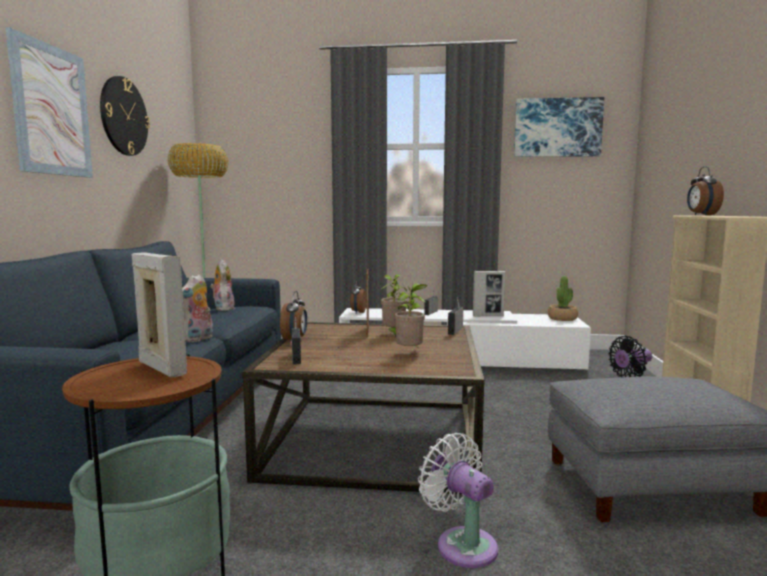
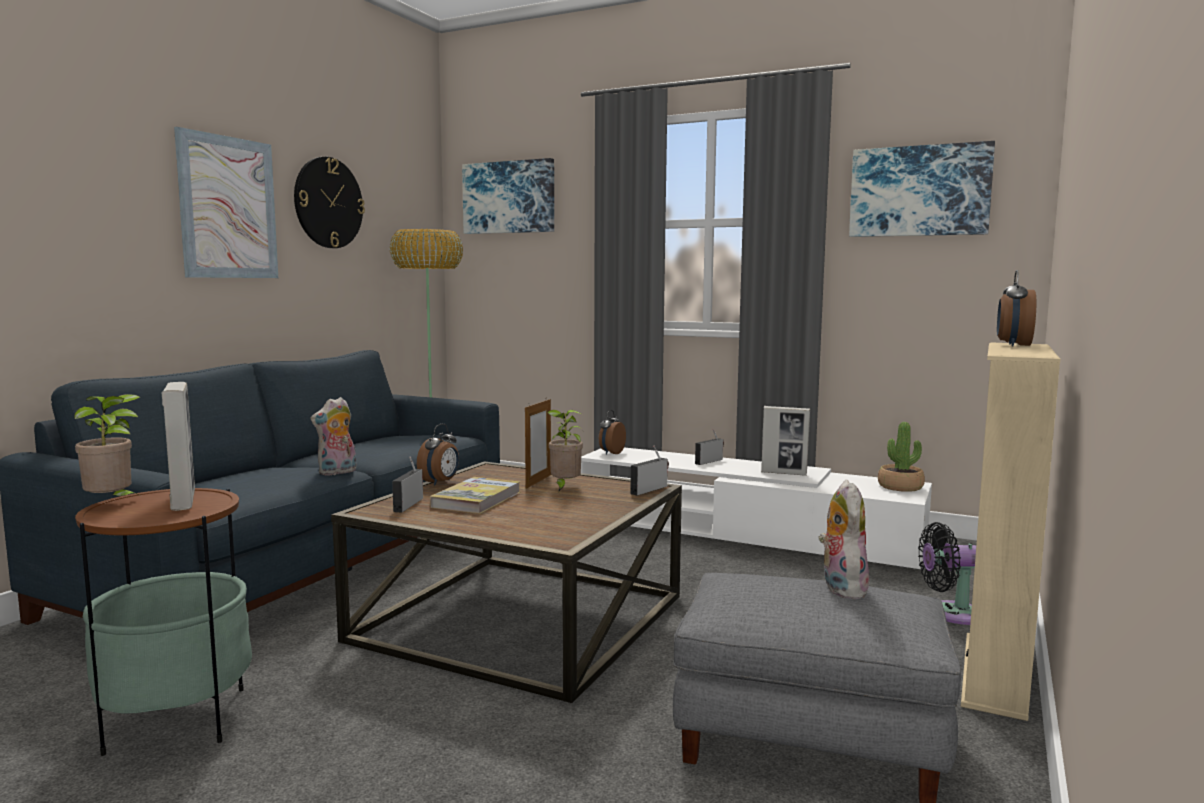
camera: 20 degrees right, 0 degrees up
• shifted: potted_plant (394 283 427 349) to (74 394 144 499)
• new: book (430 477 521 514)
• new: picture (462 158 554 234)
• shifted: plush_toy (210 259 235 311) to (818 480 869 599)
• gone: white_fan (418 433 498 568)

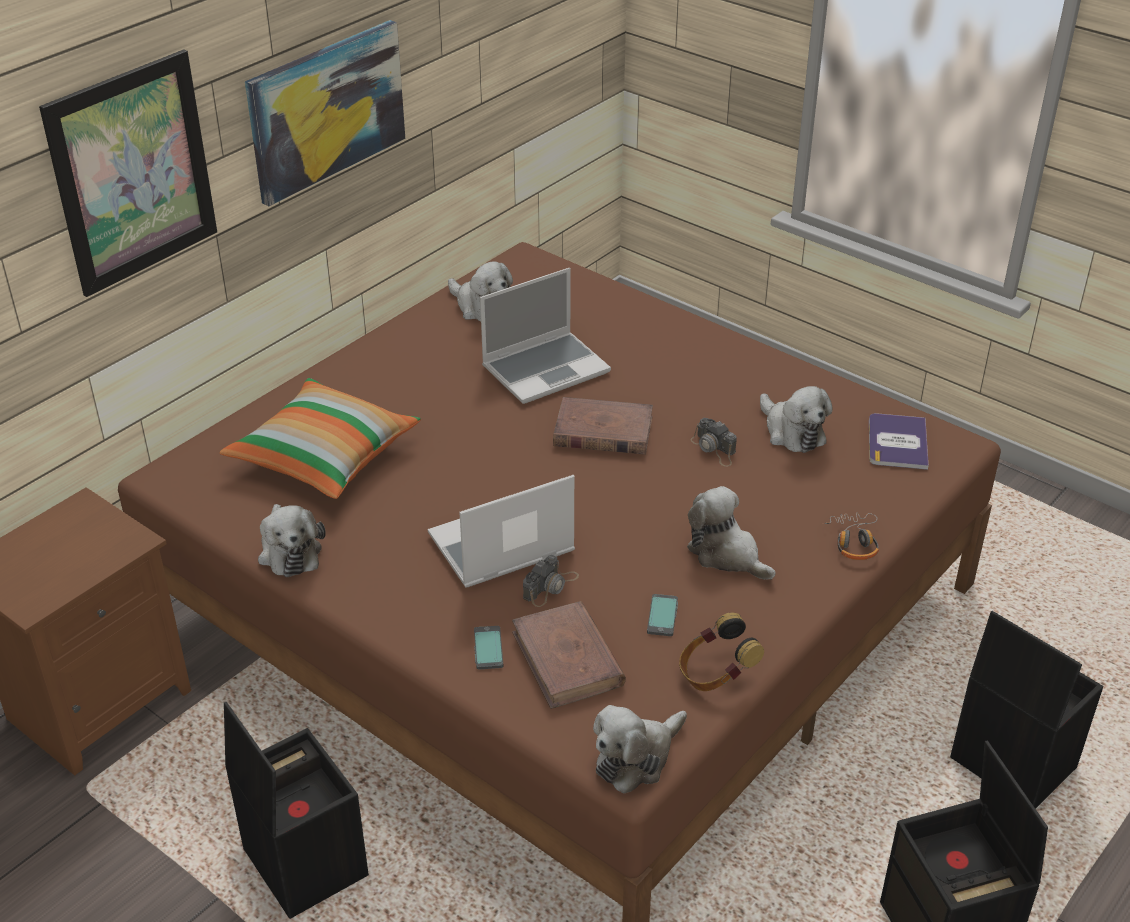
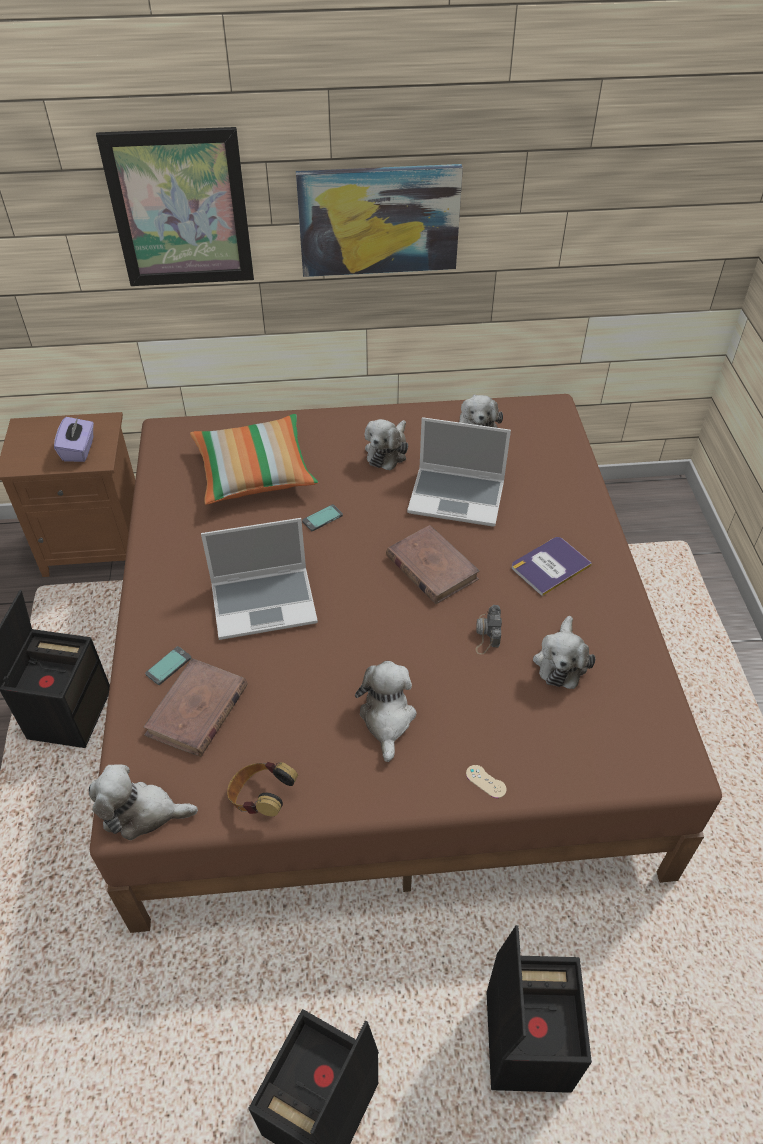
camera: 45 degrees right, 10 degrees up
• new: purple_tissue_box (54 417 94 462)
• rotated: laptop (428 475 575 588) = (201 518 318 640) 150 degrees clockwise
• shifted: phone (647 594 678 636) to (302 504 343 531)
• shifted: plush_toy (258 504 326 577) to (365 419 408 471)
• swapped: headphones (822 513 879 560) to beige_game_controller (466 765 507 798)
• shifted: book (869 413 929 470) to (512 537 592 596)
• gone: photo_camera (523 555 579 607)

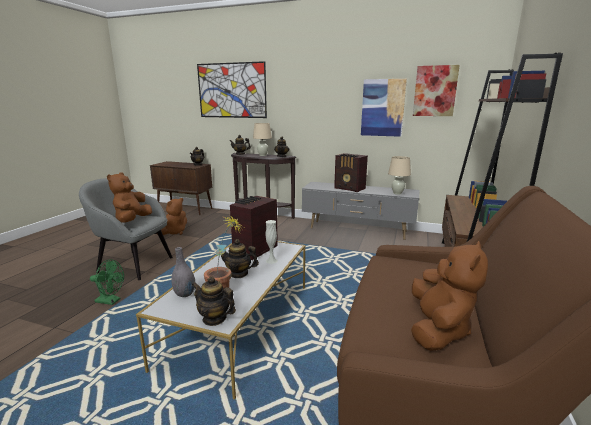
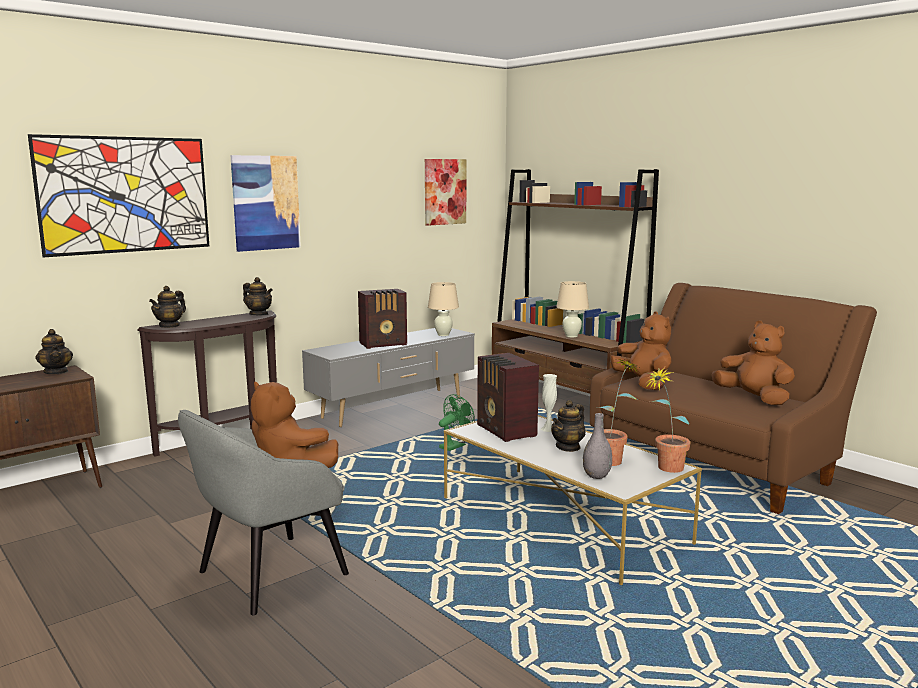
camera: 60 degrees left, 5 degrees down
• shifted: picture (361 79 407 137) to (230 155 301 252)
• shifted: green_fan (90 259 124 305) to (439 394 475 451)
• shifted: beige_table_lamp (253 123 272 156) to (556 281 589 338)
• shifted: brown_plush_toy (157 198 187 235) to (610 312 672 390)
• swapped: teapot (192 276 236 326) to potted_plant (646 367 690 473)

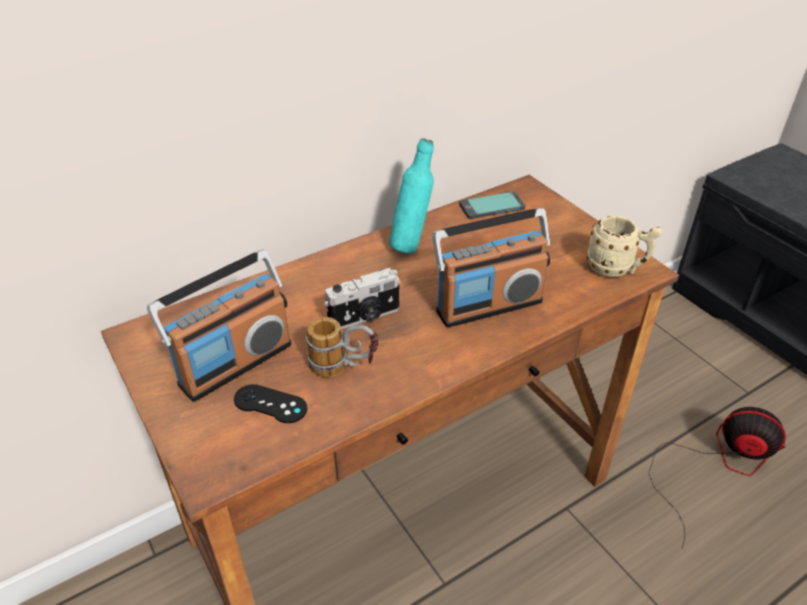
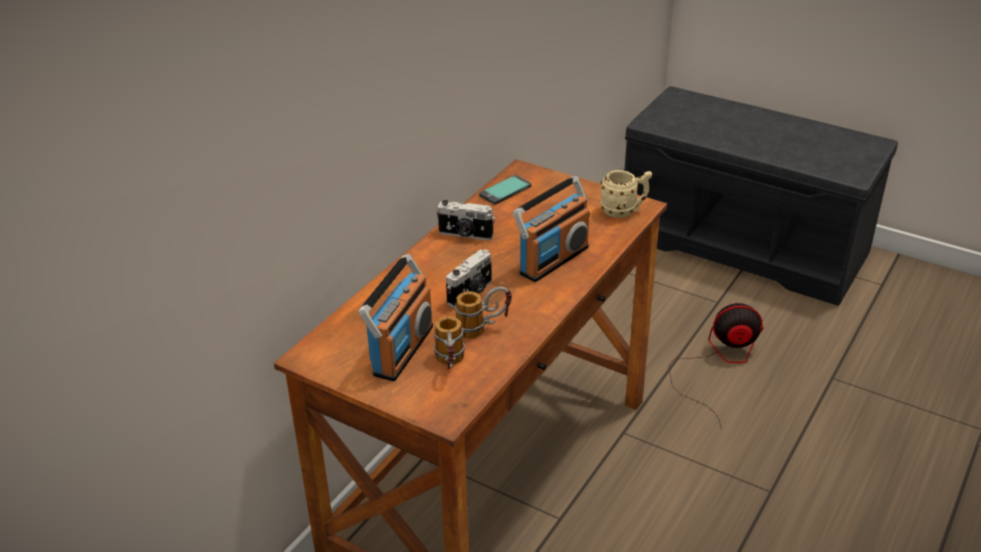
camera: 25 degrees left, 5 degrees down
• swapped: black_game_controller (234 384 307 423) to mug (434 316 465 369)
• swapped: turquoise_bottle (389 138 434 254) to photo_camera (437 200 495 240)

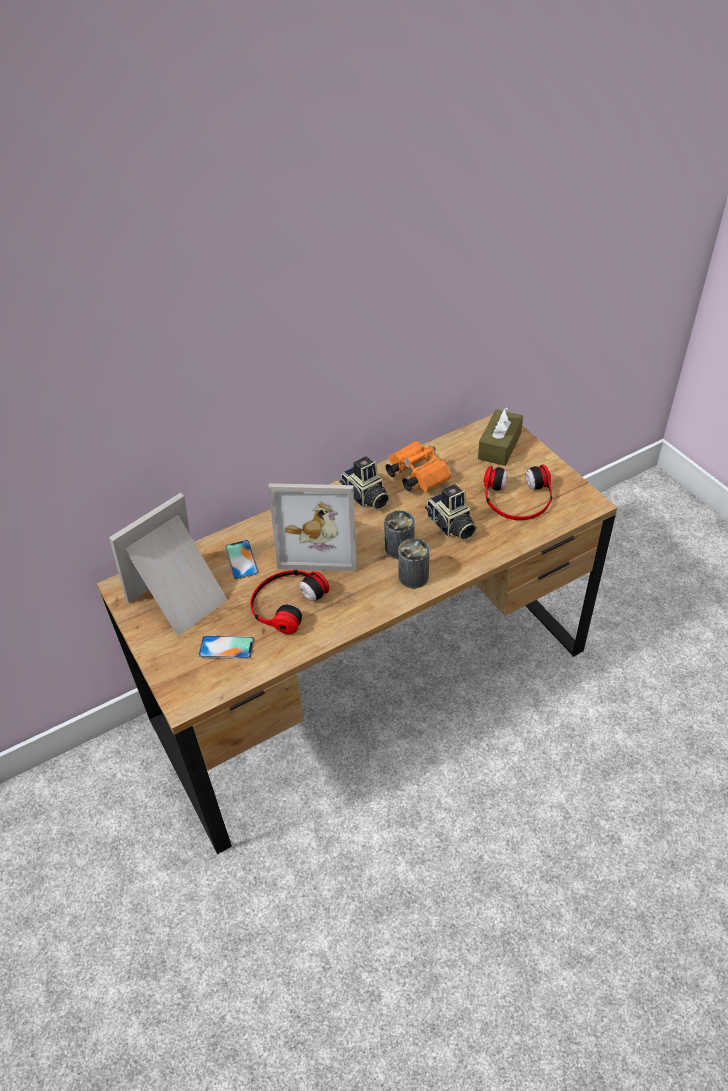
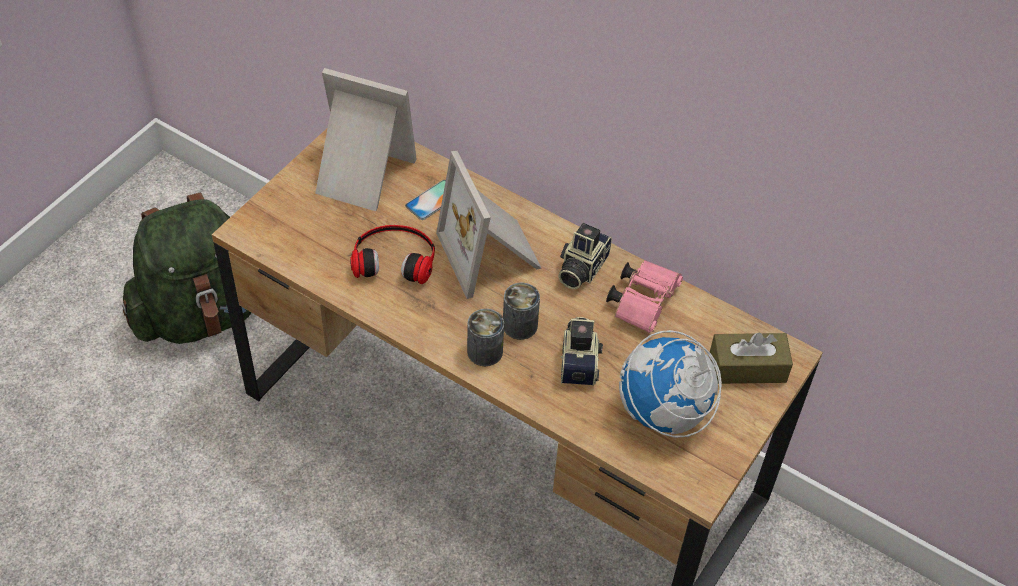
camera: 60 degrees right, 5 degrees up
• new: green_backpack (122 193 251 344)
• rotated: photo_camera (425 484 477 541) = (561 317 603 386) 150 degrees clockwise
• repainted: orange_binoculars (386 440 452 492) to pink_binoculars (606 260 683 333)
• swapped: headphones (484 464 552 520) to globe (619 330 722 438)
• gone: phone (199 636 254 659)

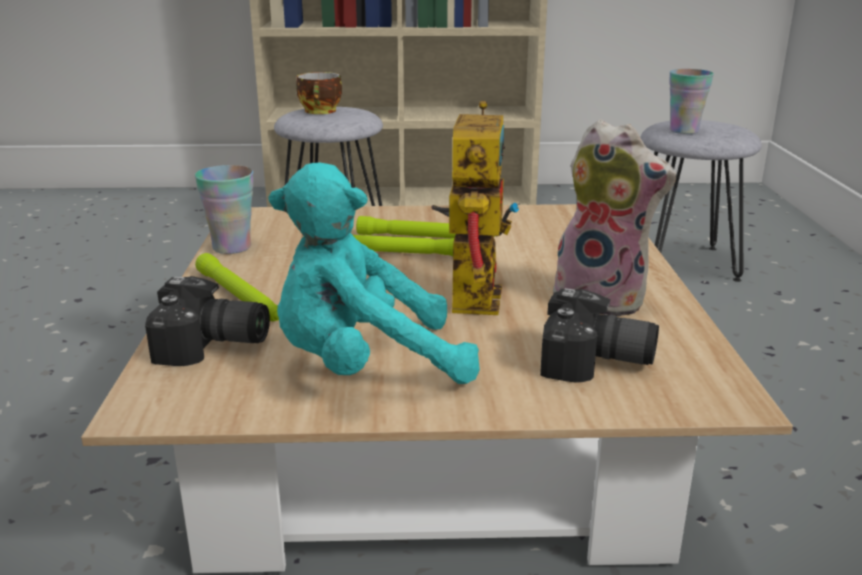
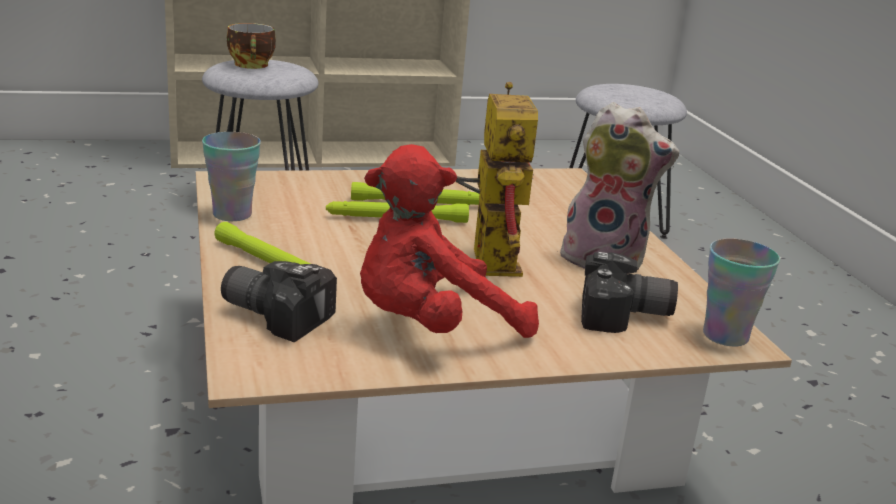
camera: 15 degrees left, 0 degrees up
• rotated: photo_camera (145 276 270 366) = (221 261 337 342) 150 degrees counterclockwise
• repainted: turquoise_plush_toy (269 162 480 384) to red_plush_toy (360 144 539 338)
• shifted: cup (669 69 714 134) to (703 239 780 347)

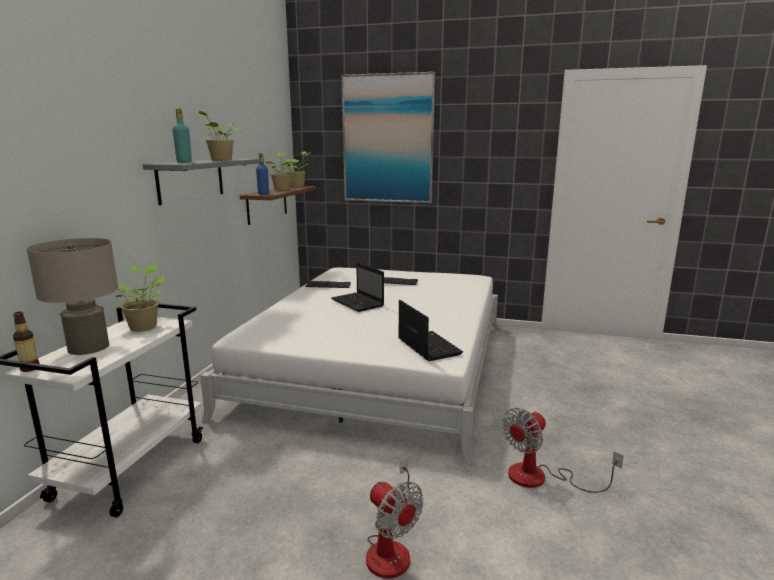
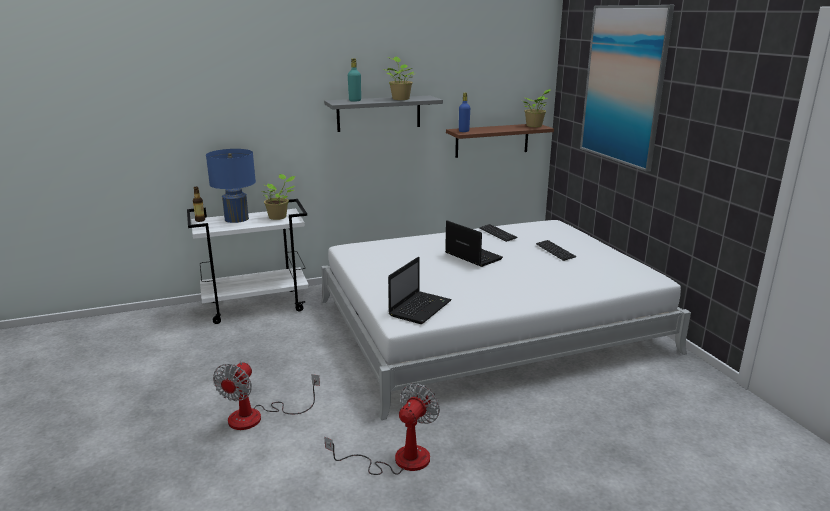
camera: 55 degrees right, 5 degrees up
• repainted: beige_table_lamp (26 238 118 355) to blue_table_lamp (206 149 256 223)
• rotated: fan (502 408 623 493) = (324 383 440 475) 105 degrees clockwise
• rotated: laptop (331 262 384 312) = (445 220 503 267) 120 degrees clockwise
• gone: potted_plant (264 152 294 190)

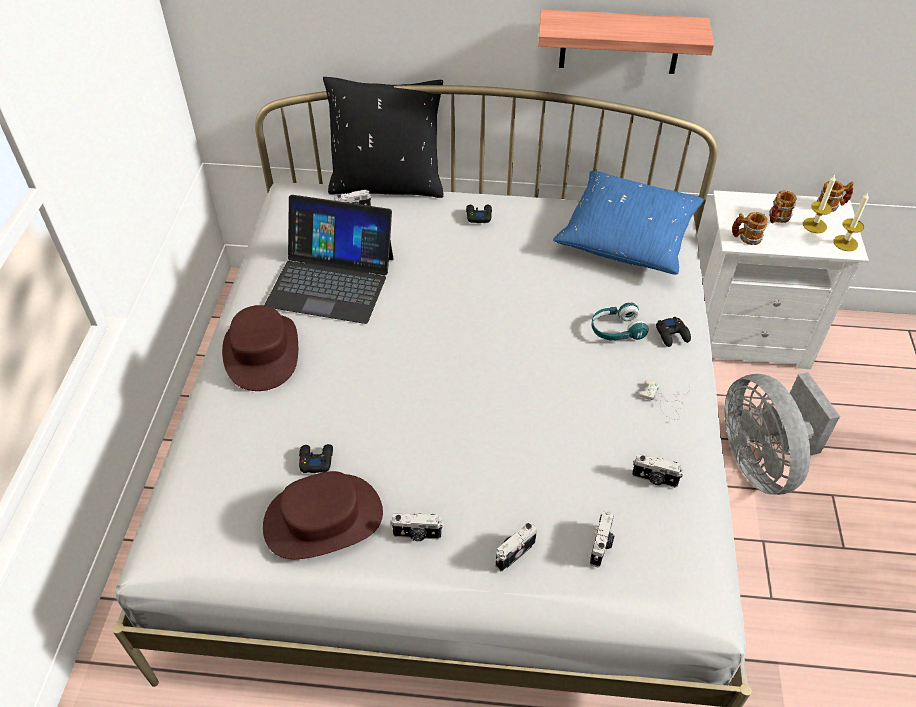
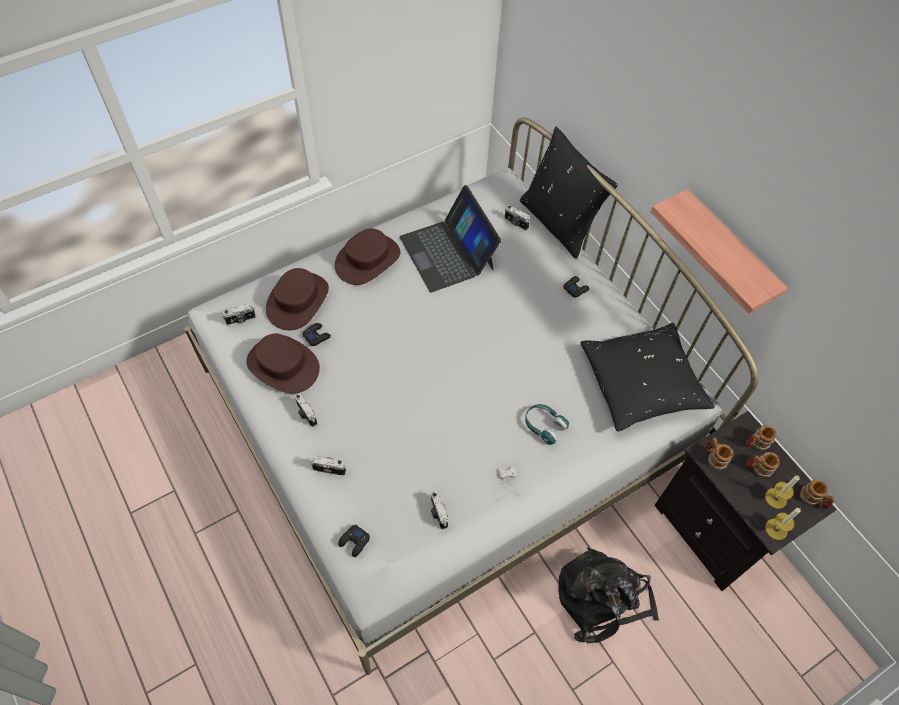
camera: 50 degrees right, 10 degrees up
• shifted: photo_camera (590 510 614 567) to (222 303 256 325)
• new: brown_hat (266 268 329 330)
• shifted: black_game_controller (656 317 691 347) to (338 525 370 557)
• swapped: grey_fan (724 372 840 495) to black_backpack (558 547 659 643)
• repainted: blue_pillow (553 171 704 275) to black_pillow (580 323 715 432)
• repainted: white_nightstand (703 190 869 369) to black_nightstand (655 411 837 591)
• new: mug (746 425 777 451)

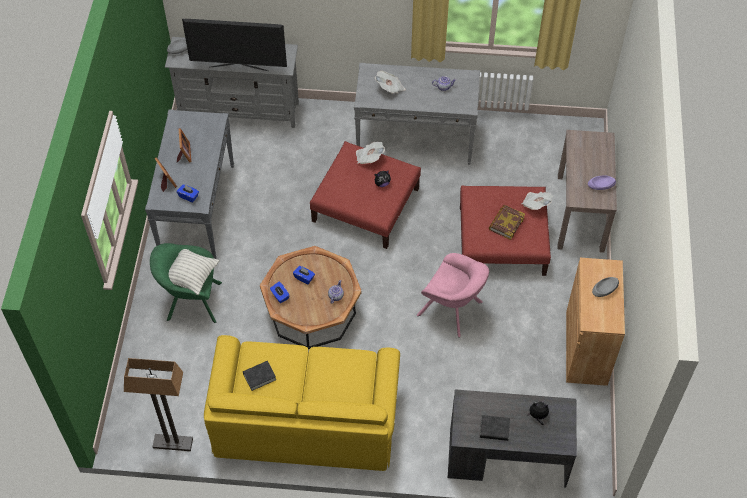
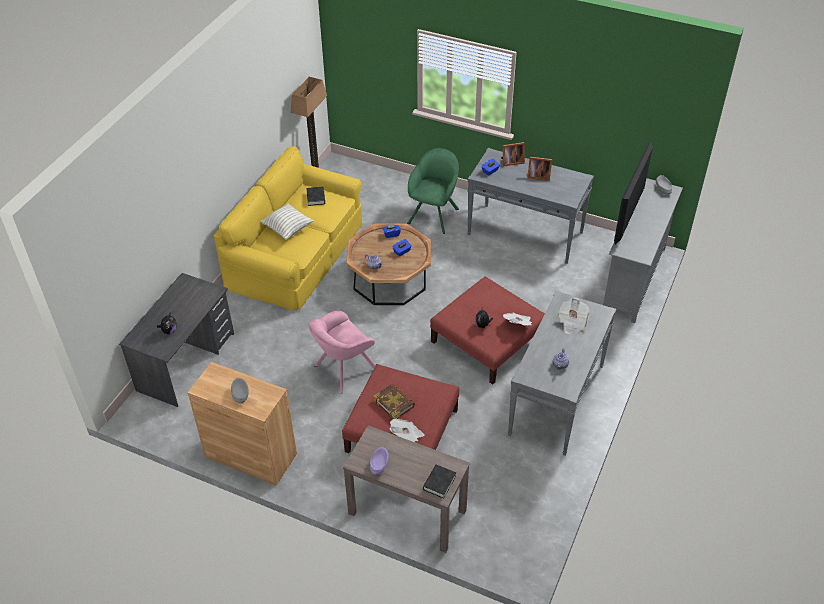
camera: 110 degrees right, 10 degrees down
• shifted: pillow (169 249 219 295) to (261 203 314 240)
• shifted: black_book (480 415 510 441) to (423 465 456 499)

